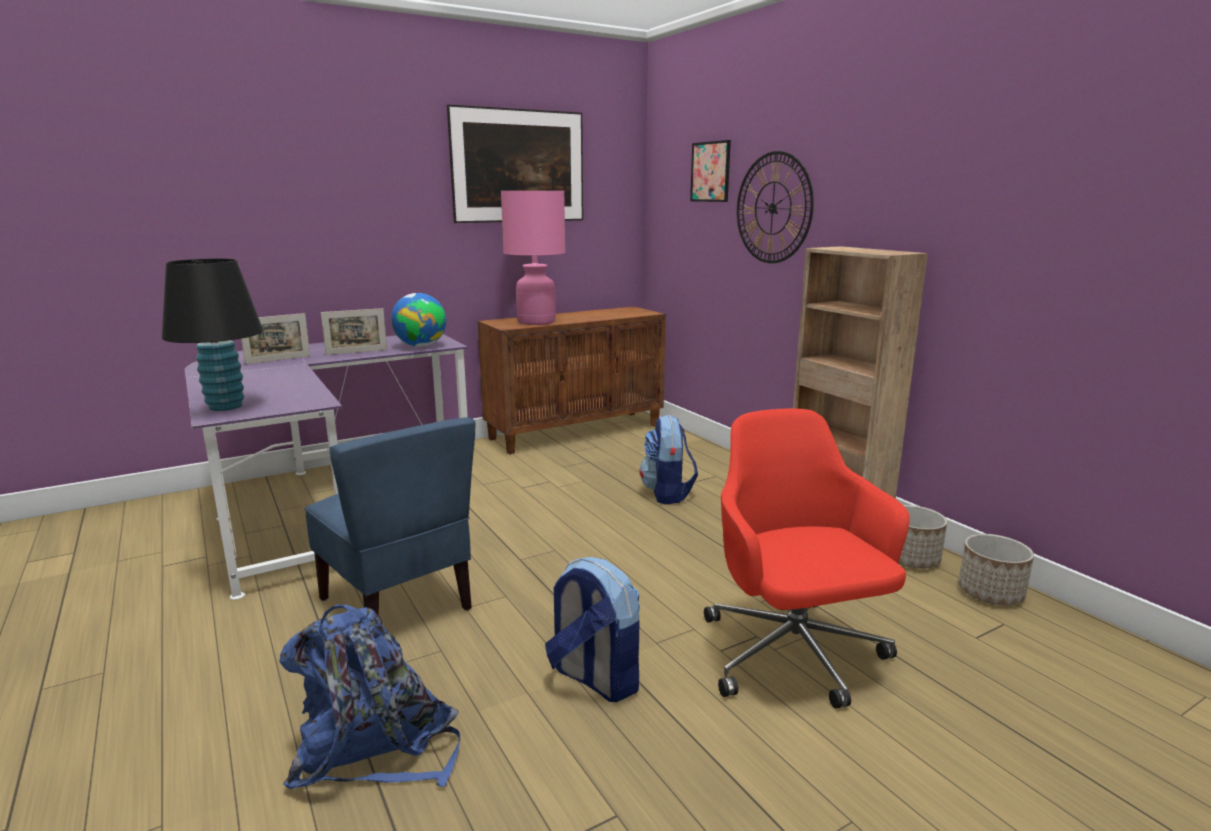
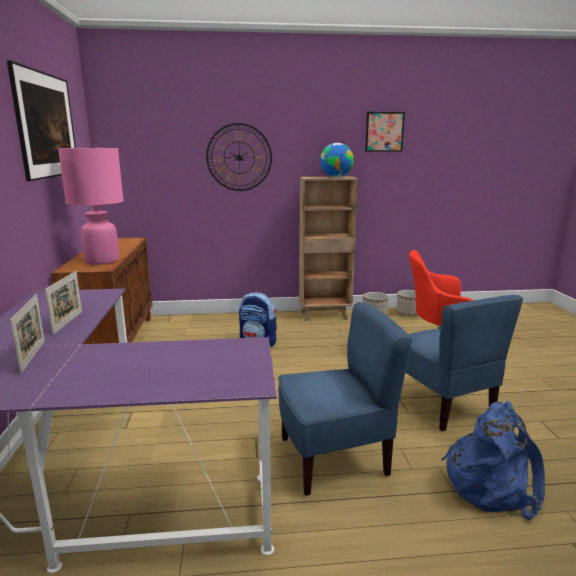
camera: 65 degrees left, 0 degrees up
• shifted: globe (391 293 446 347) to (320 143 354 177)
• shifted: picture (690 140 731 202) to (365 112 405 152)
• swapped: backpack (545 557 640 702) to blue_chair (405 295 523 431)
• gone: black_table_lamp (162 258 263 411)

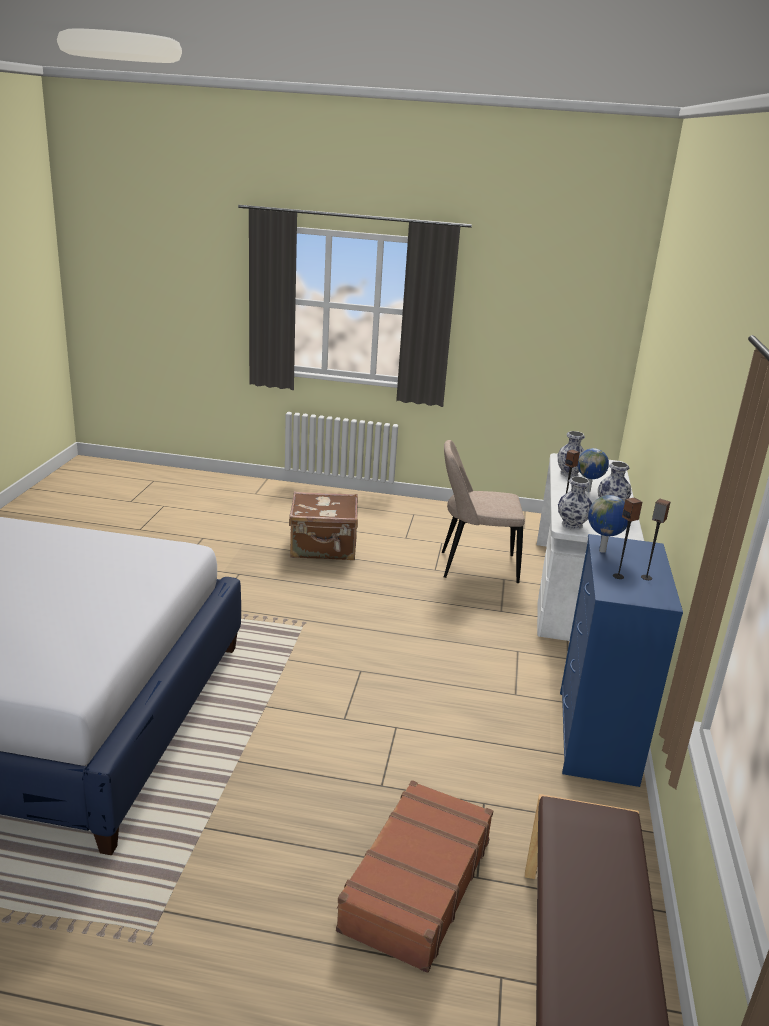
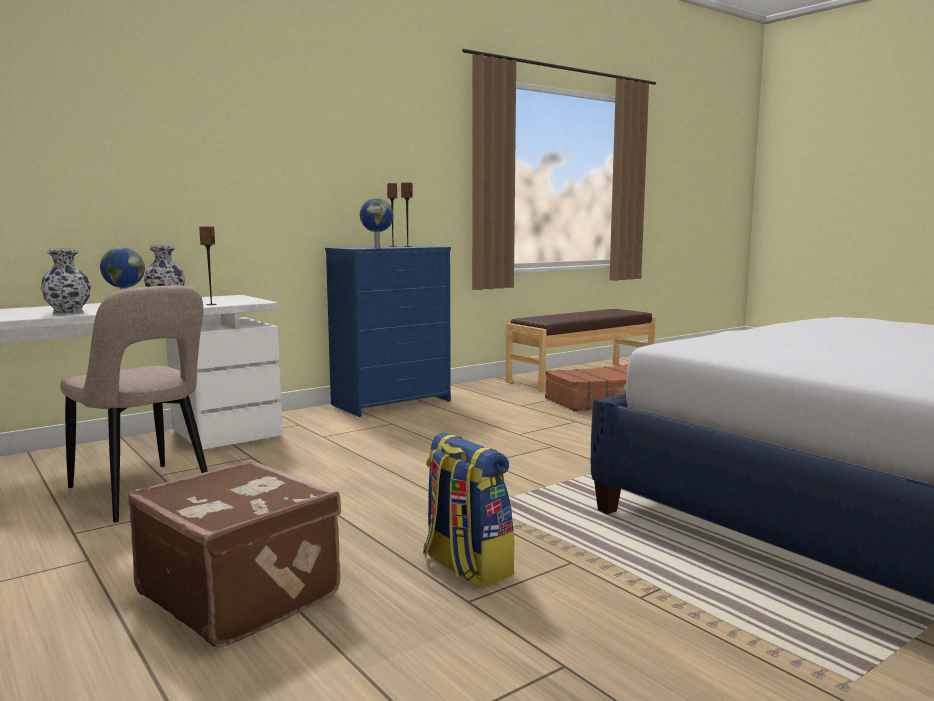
camera: 135 degrees left, 15 degrees down
• new: backpack (423 432 514 588)
• gone: vase (558 477 592 530)

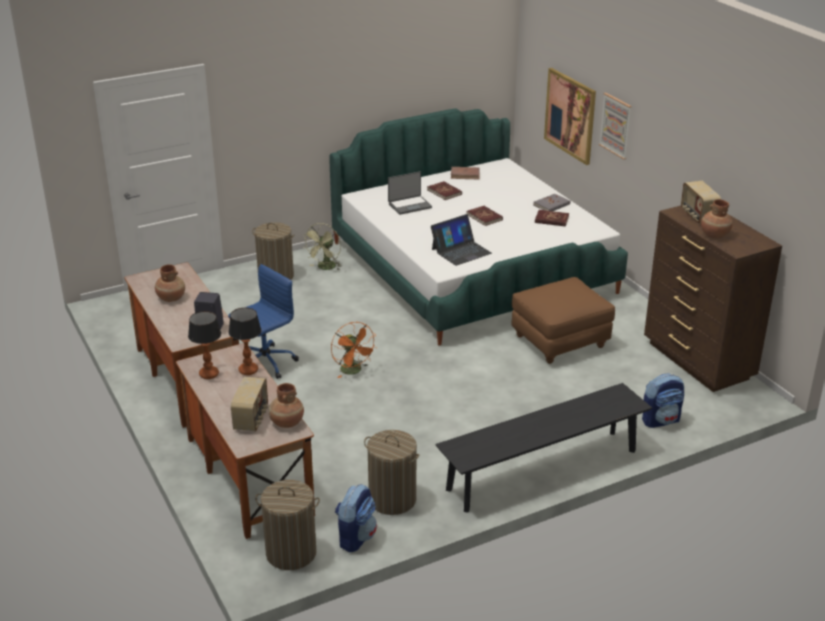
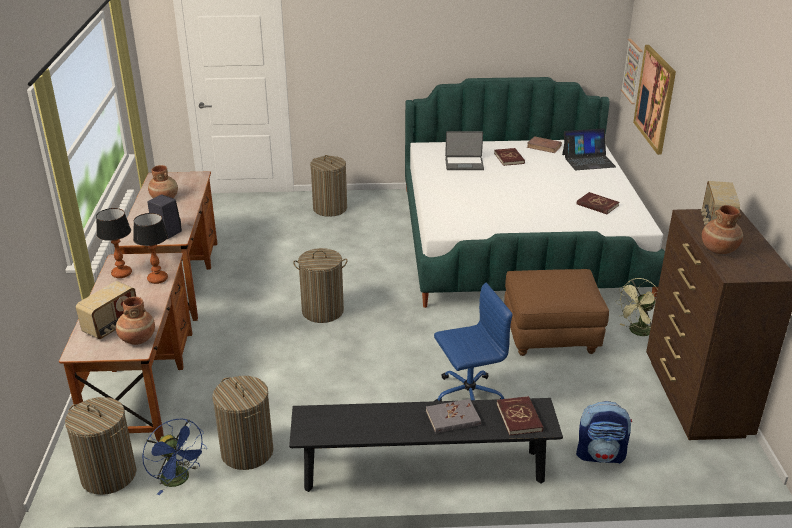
camera: 25 degrees right, 0 degrees up
• swapped: backpack (335 484 377 552) to blue_fan (142 418 207 495)
• swapped: orange_fan (331 322 377 378) to laundry_basket (293 248 347 323)
• shifted: grey_book (534 194 570 211) to (426 399 481 433)
• shifted: blue_office_chair (228 264 299 379) to (434 283 513 401)
• shifted: red_book (467 206 503 226) to (497 396 543 436)
• shifted: laptop (431 214 492 266) to (562 128 616 170)
• shifted: green_fan (302 223 342 270) to (615 278 658 336)
• shifted: picture (599 93 632 159) to (621 39 643 104)

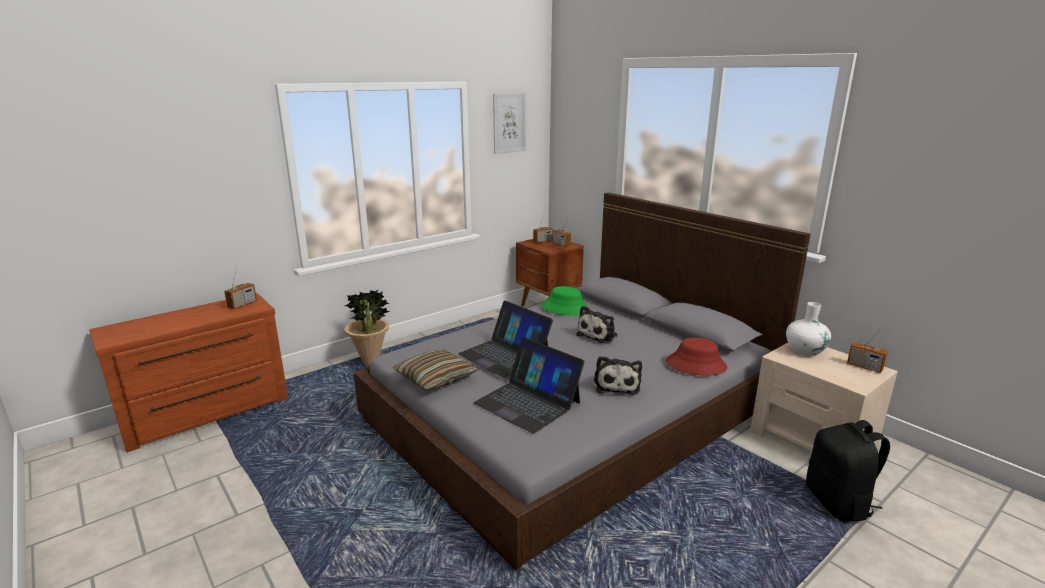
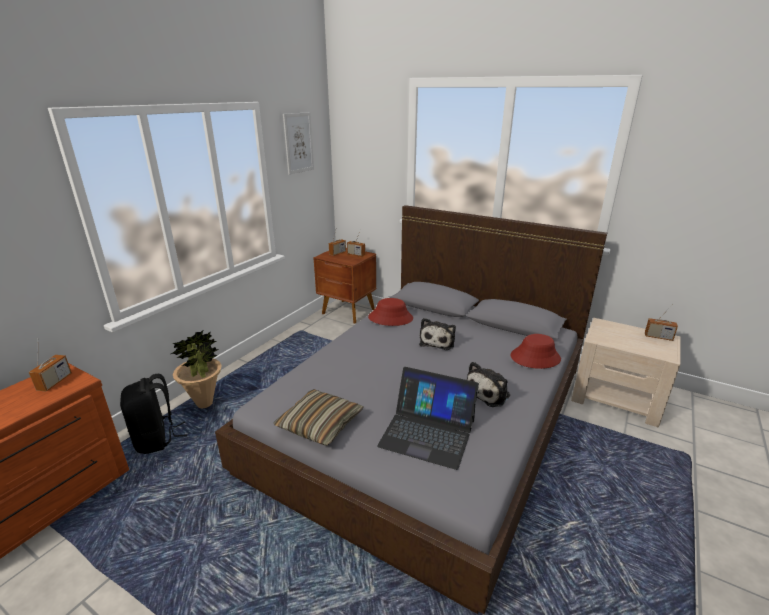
camera: 20 degrees left, 5 degrees up
• shifted: black_backpack (806 420 890 522) to (120 374 187 454)
• repainted: green_hat (541 286 589 316) to red_hat (368 298 413 326)
• rotated: plush_toy (594 356 642 395) = (467 362 510 407) 60 degrees clockwise
• gone: laptop (458 301 553 378)
• gone: white_vase (786 302 831 356)

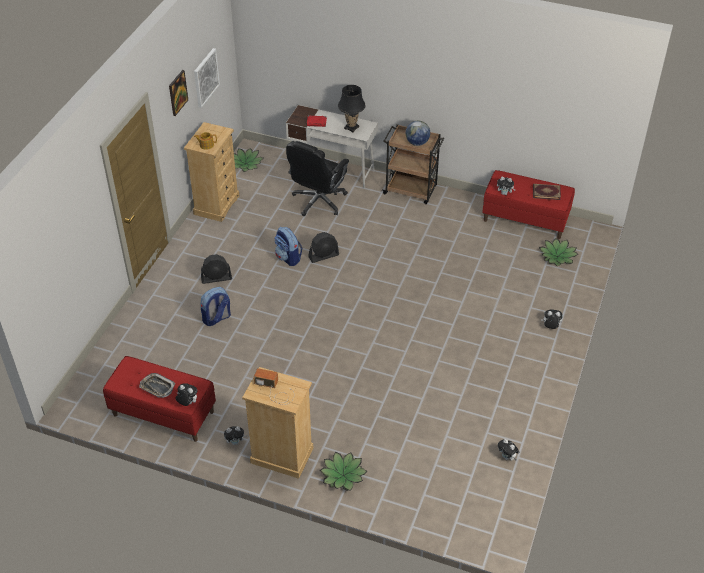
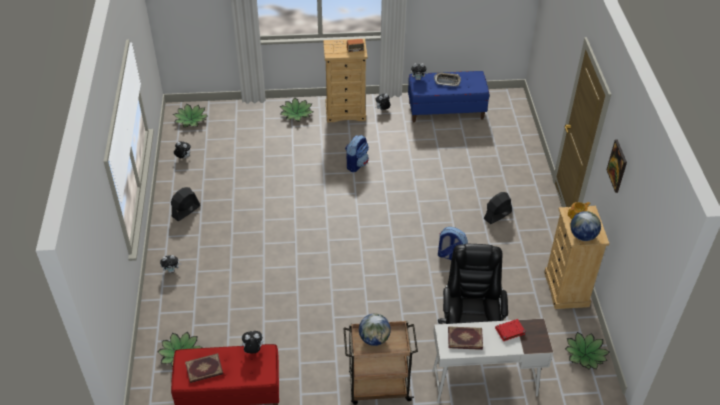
camera: 155 degrees right, 0 degrees up
• shifted: black_fan (308 232 339 263) to (171 187 200 221)
• new: potted_plant (173 104 208 127)
• shifted: backpack (200 287 231 326) to (345 135 369 172)
• repainted: red_bench (103 356 216 442) to blue_bench (408 71 489 122)
• swapped: black_table_lamp (338 85 366 132) to book (448 326 483 350)
• new: globe (570 211 601 241)
• gone: picture (194 48 220 108)

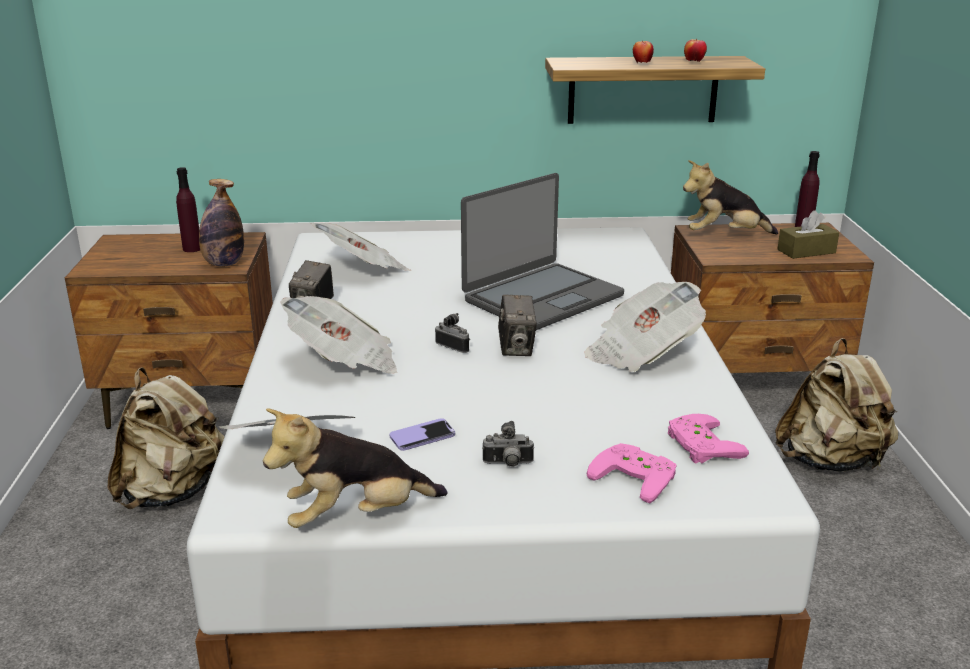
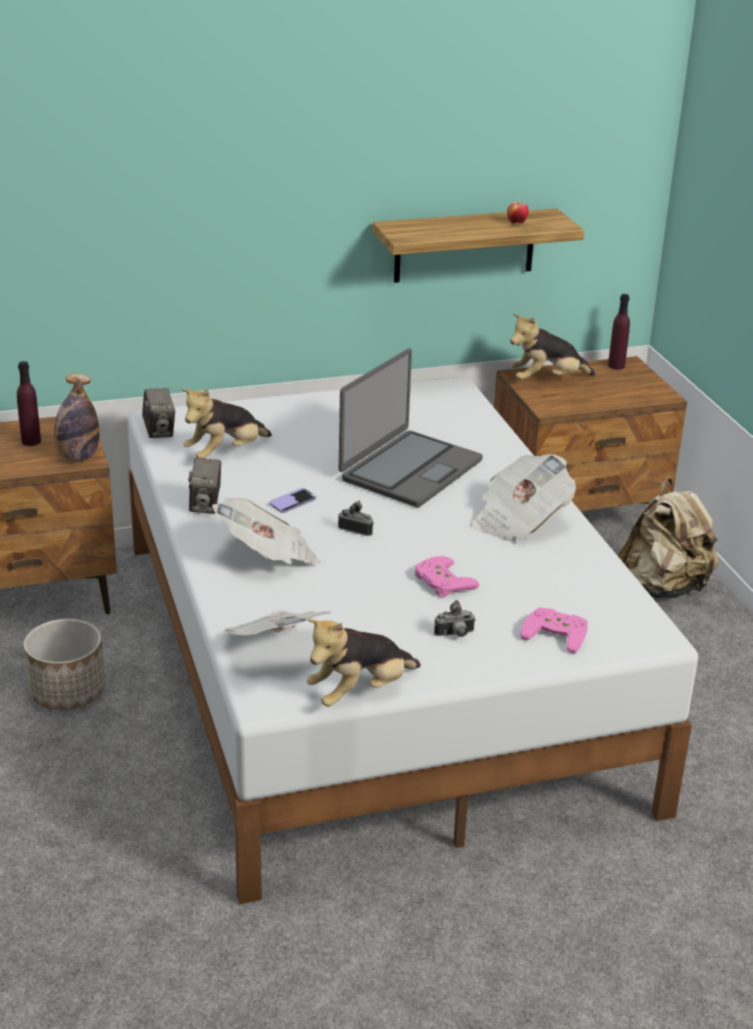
camera: 15 degrees left, 5 degrees up
• swapped: beige_backpack (108 367 224 509) to planter (23 619 105 710)
• shifted: photo_camera (498 294 537 356) to (142 388 175 438)
• swapped: newspaper (310 223 411 271) to plush_toy (182 389 272 458)
• shifted: phone (390 418 455 451) to (270 488 316 513)
• shifted: pink_game_controller (668 414 749 464) to (415 556 479 598)
• gone: apple (633 40 654 64)
• gone: brown_tissue_box (777 210 839 259)

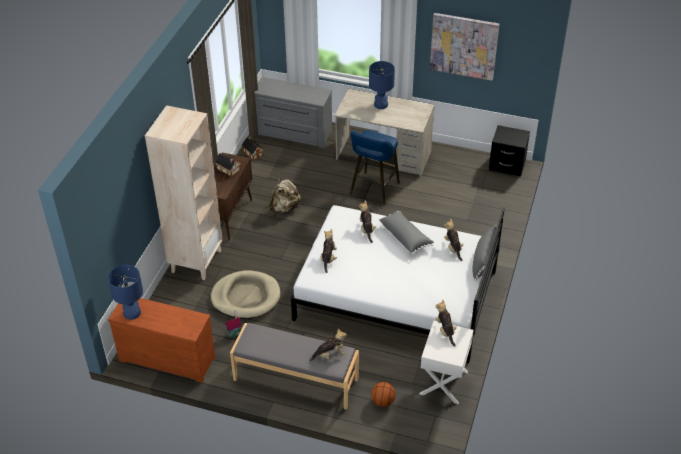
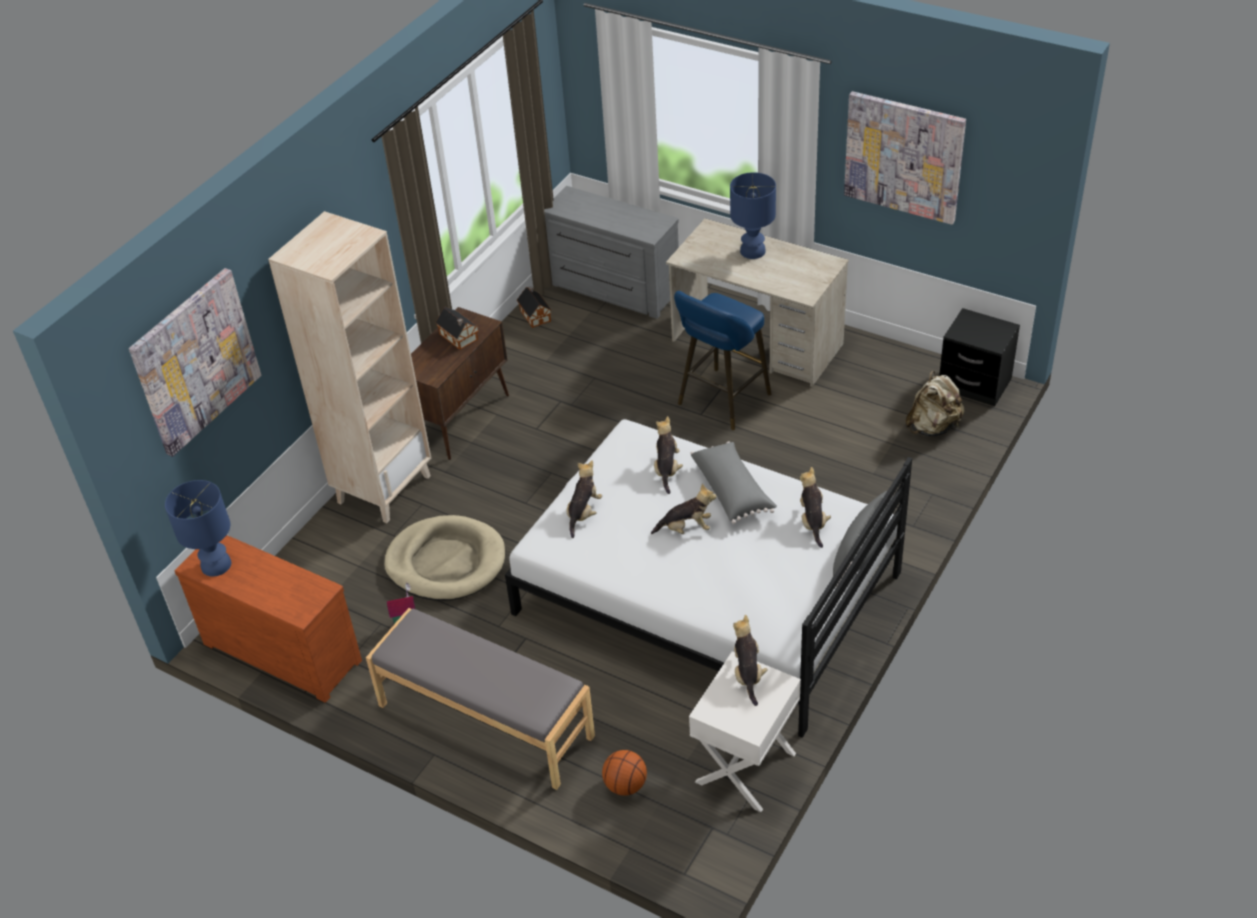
camera: 15 degrees right, 0 degrees up
• new: picture (129 268 261 457)
• shifted: plush_toy (310 329 347 362) to (651 483 717 534)
• shifted: beige_backpack (269 178 301 214) to (905 371 965 436)

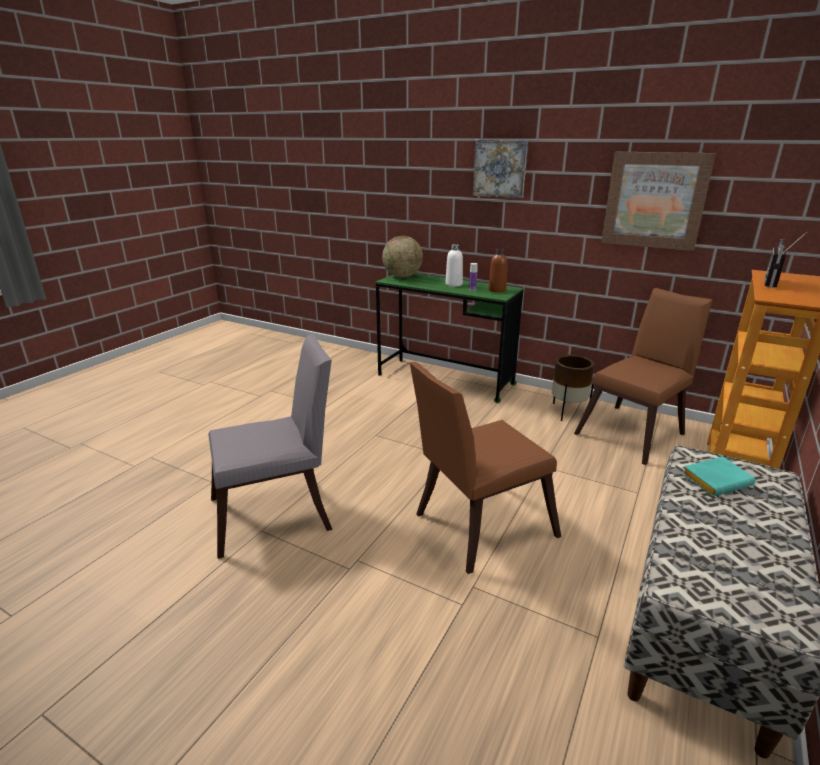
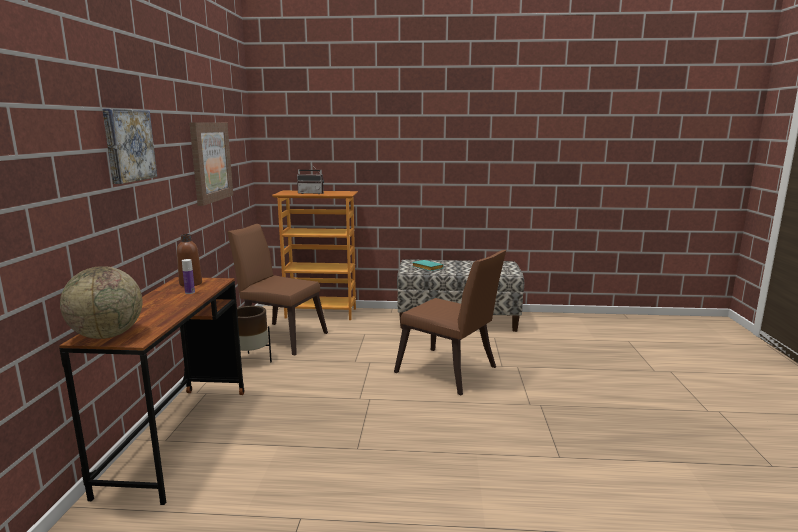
camera: 115 degrees left, 10 degrees down
• repainted: green_desk (376 274 524 403) to brown_desk (59 277 244 505)
• gone: grey_chair (208 334 332 559)
• gone: white_bottle (446 244 463 287)

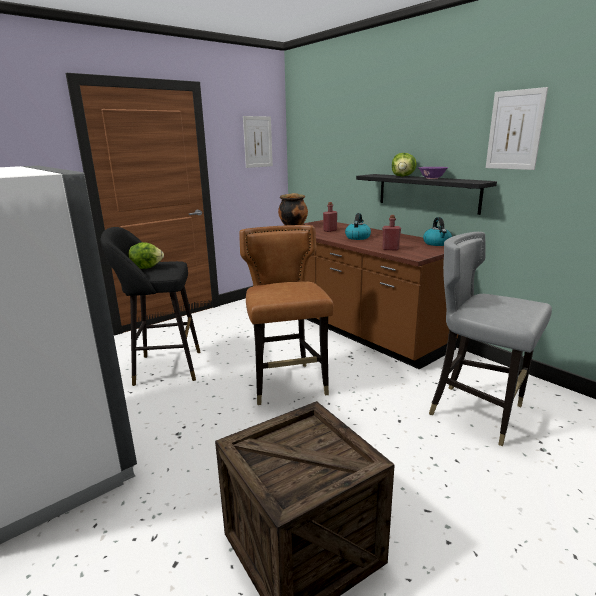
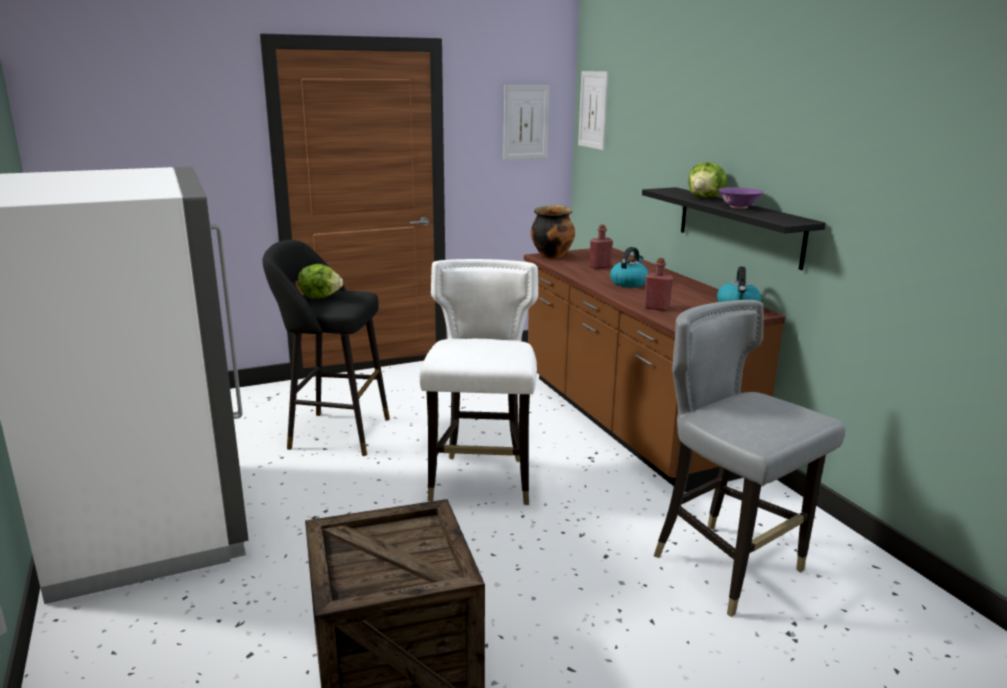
camera: 15 degrees right, 0 degrees up
• repainted: brown_chair (239 225 334 405) to white_chair (420 259 538 505)
• shifted: picture (486 87 548 170) to (578 71 609 150)

